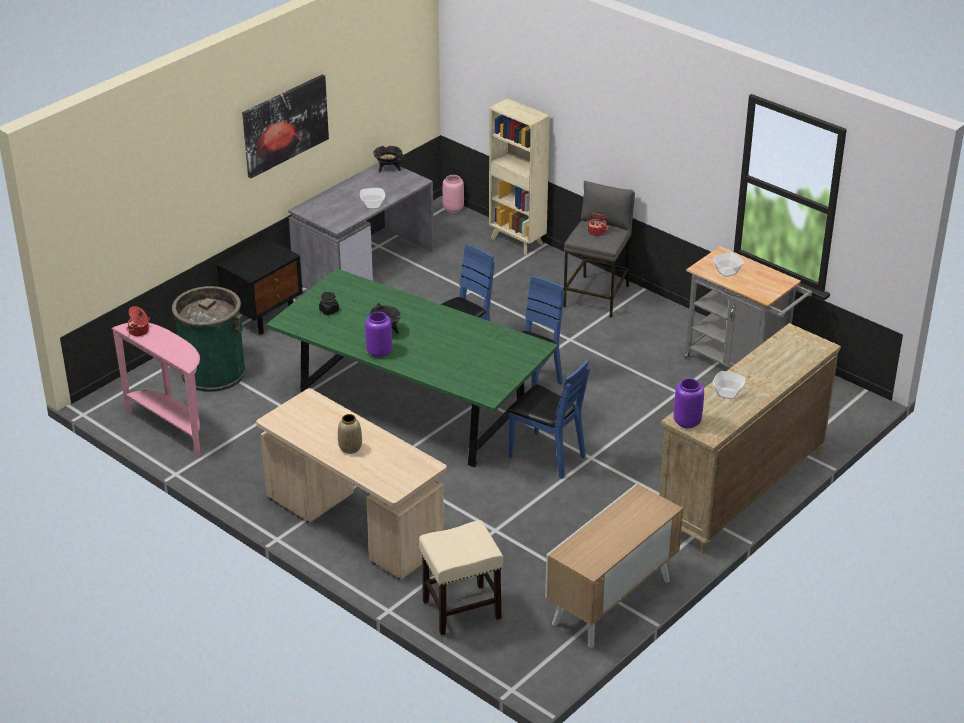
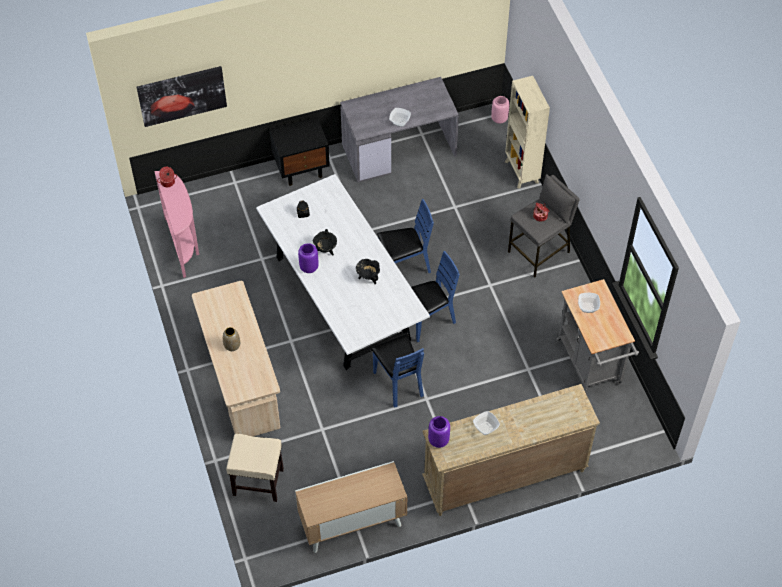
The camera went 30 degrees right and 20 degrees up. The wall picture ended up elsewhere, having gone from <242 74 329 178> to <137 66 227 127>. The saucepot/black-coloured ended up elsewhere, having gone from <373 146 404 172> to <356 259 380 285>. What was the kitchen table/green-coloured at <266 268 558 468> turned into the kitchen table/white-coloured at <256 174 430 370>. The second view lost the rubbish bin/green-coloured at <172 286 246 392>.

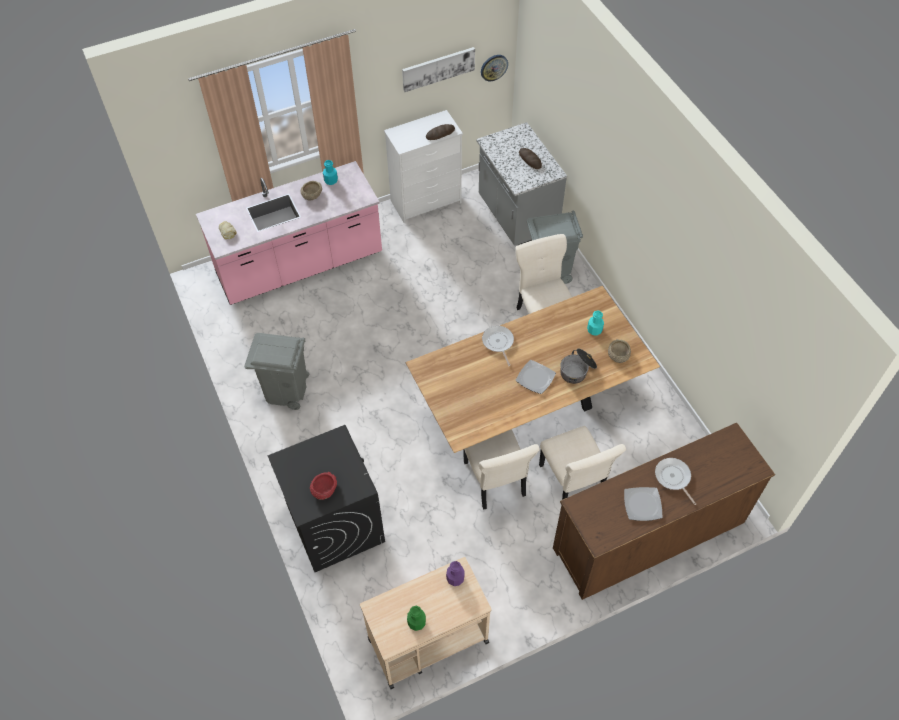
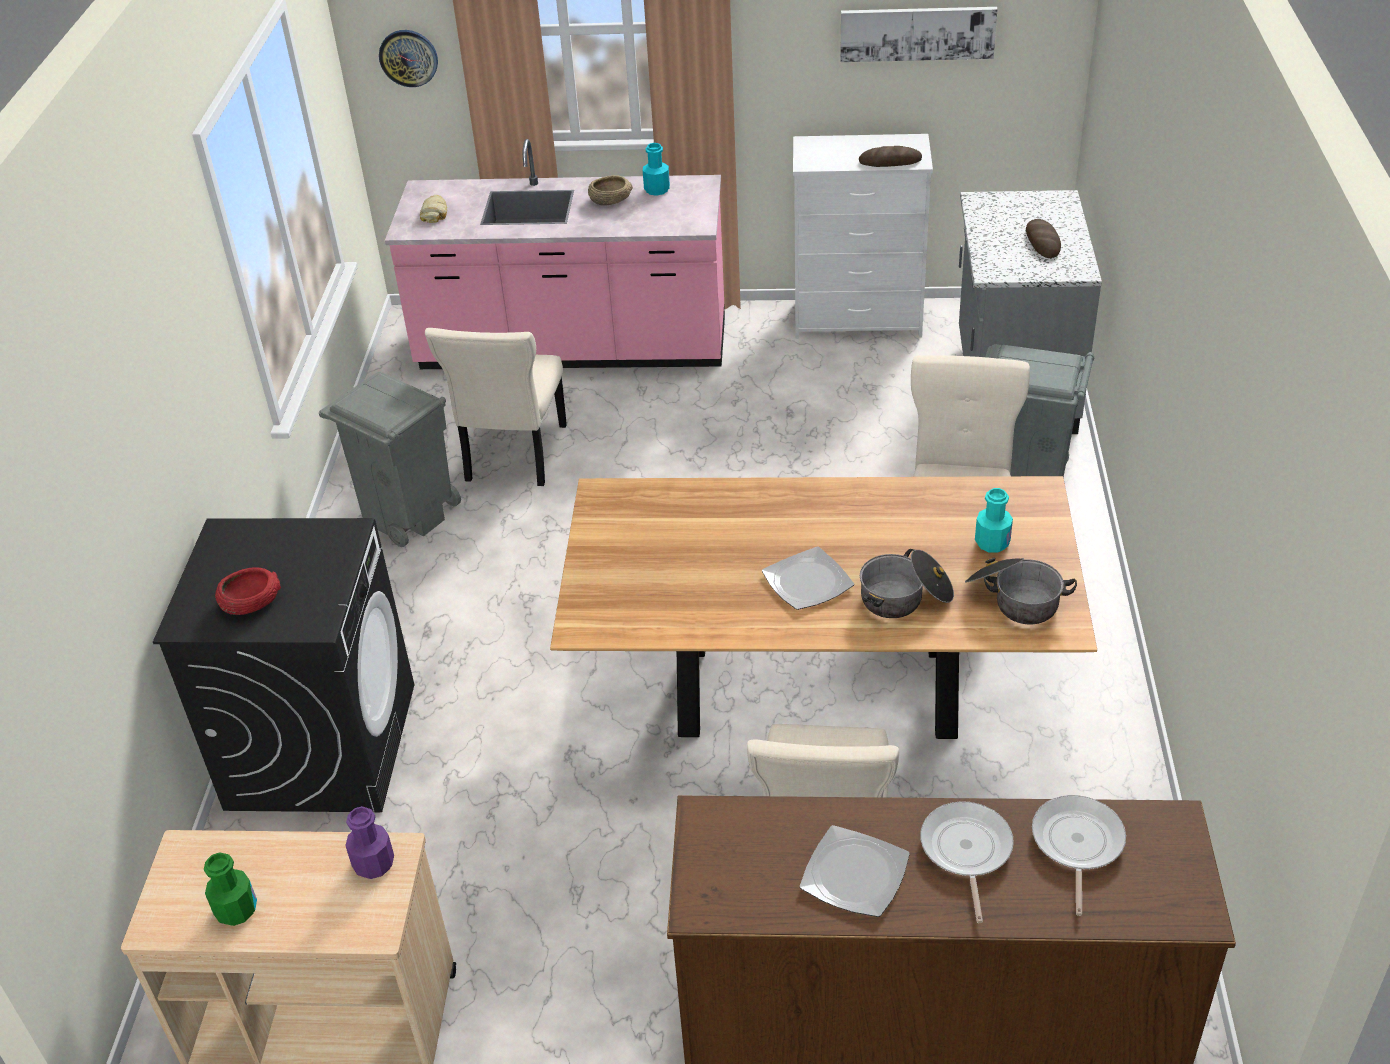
The camera went 30 degrees right and 15 degrees down. The clock on the wall ended up elsewhere, having gone from <481 55 508 82> to <379 30 438 87>. The frying pan ended up elsewhere, having gone from <482 326 514 366> to <1032 795 1126 916>. Where the deep dish/beige-coloured stood at <608 339 631 363>, the saucepot came to stand at <965 558 1077 624>. The plain chair/beige-coloured ended up elsewhere, having gone from <463 429 540 510> to <425 328 567 486>.

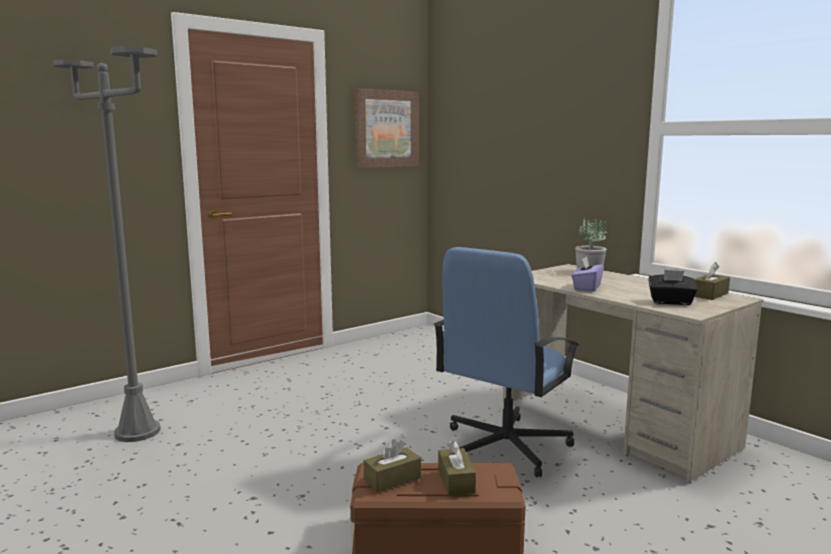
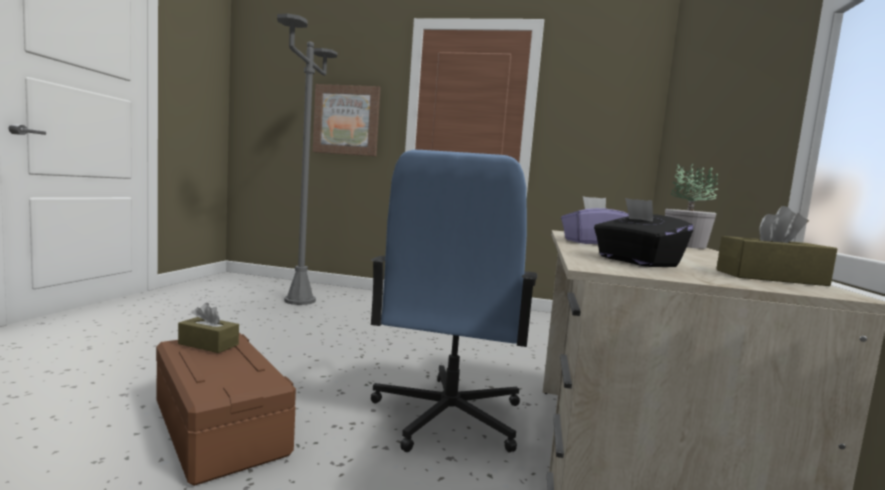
The camera went 50 degrees right and 5 degrees down. The wall picture ended up elsewhere, having gone from <354 88 419 168> to <313 84 381 156>. The office chair/blue-coloured at <433 247 579 477> ended up facing another way, 75 degrees counterclockwise from before. The second view lost the box of tissues/brown-coloured at <438 440 476 496>.

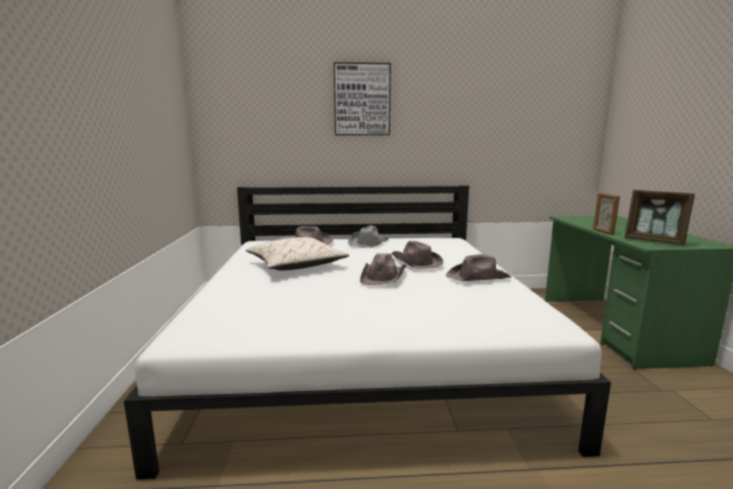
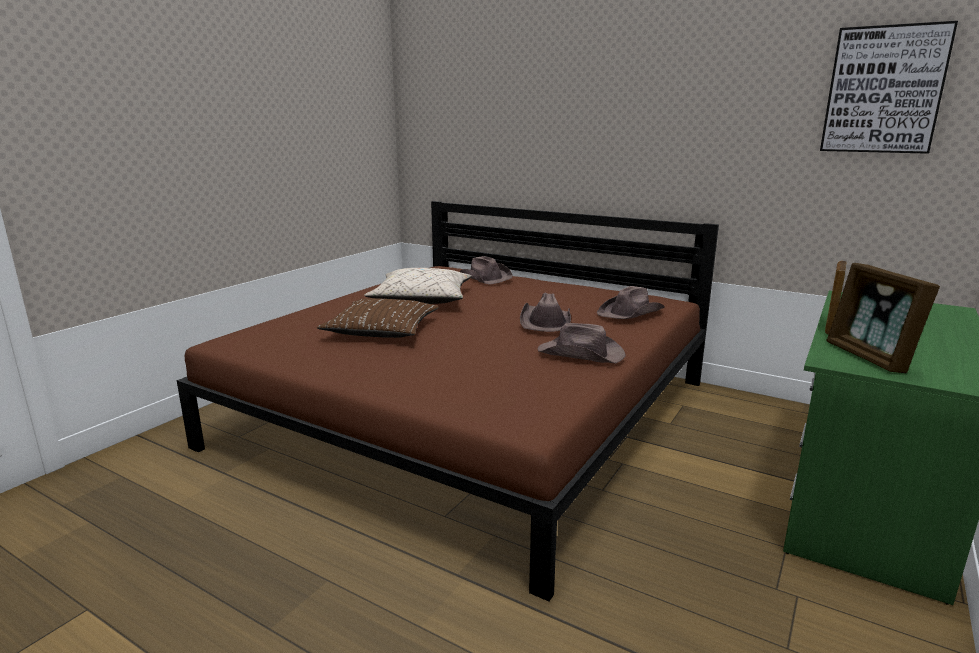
The camera went 35 degrees right and 5 degrees up. The wall picture ended up elsewhere, having gone from <334 62 391 135> to <820 21 958 154>. What was the bedroom bed/white-coloured at <124 186 611 480> turned into the bedroom bed/brown-coloured at <177 201 719 601>. The second view lost the hat/grey at <348 225 389 248>. The hat/brown-coloured ended up elsewhere, having gone from <360 253 406 285> to <597 286 665 319>. The second view gained the throw pillow/brown-coloured at <317 298 439 338>.

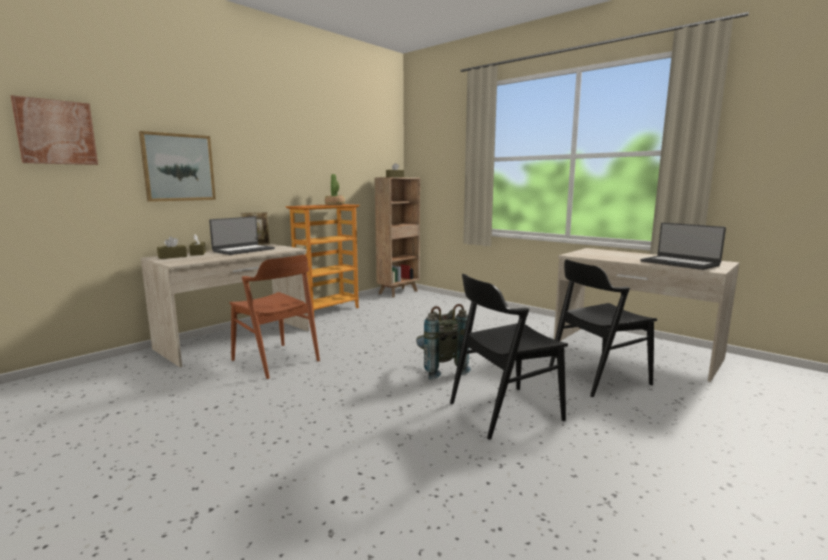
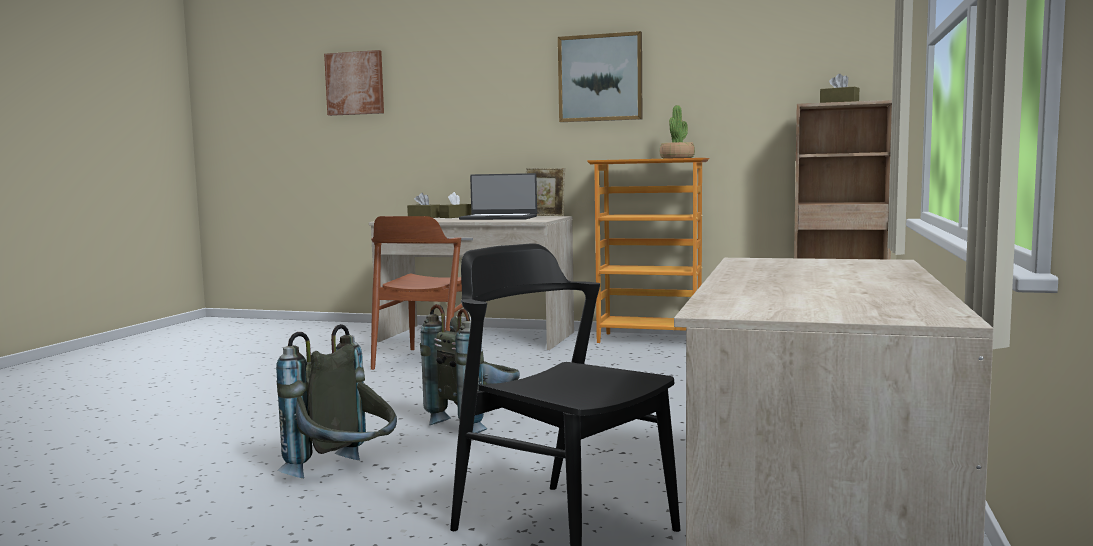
The camera went 65 degrees right and 5 degrees down. The wall picture ended up elsewhere, having gone from <139 131 216 202> to <558 31 642 122>. The second view lost the portable computer at <640 223 726 270>. Where the plain chair/black-coloured stood at <450 274 568 440>, the backpack/grey came to stand at <276 324 397 478>.

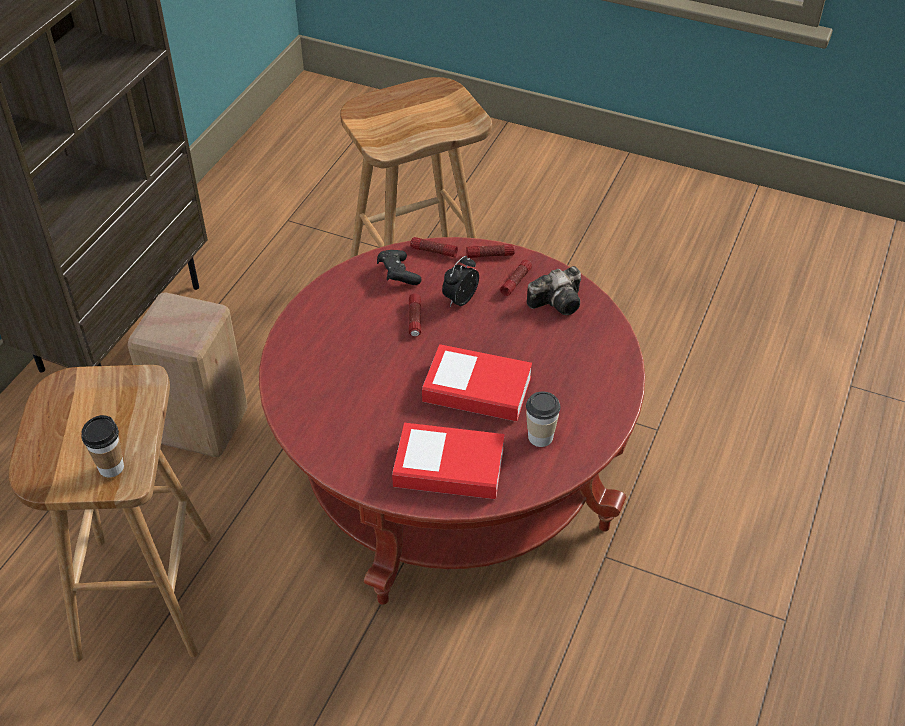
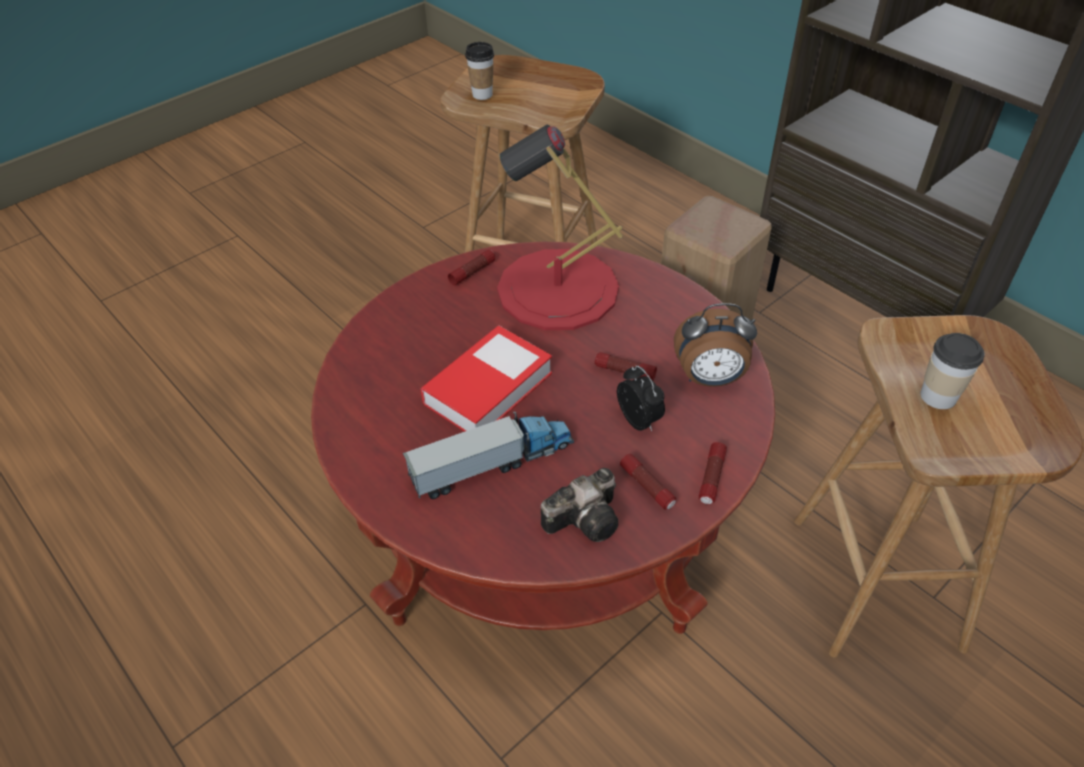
The camera went 115 degrees right and 0 degrees up. The torch ended up elsewhere, having gone from <410 237 458 258> to <448 250 495 285>. Where the game controller/black-coloured stood at <377 250 422 285>, the table clock came to stand at <674 303 757 387>. The photo camera at <527 266 581 315> ended up facing another way, 120 degrees counterclockwise from before. The small cup ended up elsewhere, having gone from <526 391 561 447> to <920 333 985 409>. The second view lost the book at <392 423 505 499>. The second view gained the table lamp/red at <497 124 623 330>. The second view gained the toy truck at <403 412 574 499>.

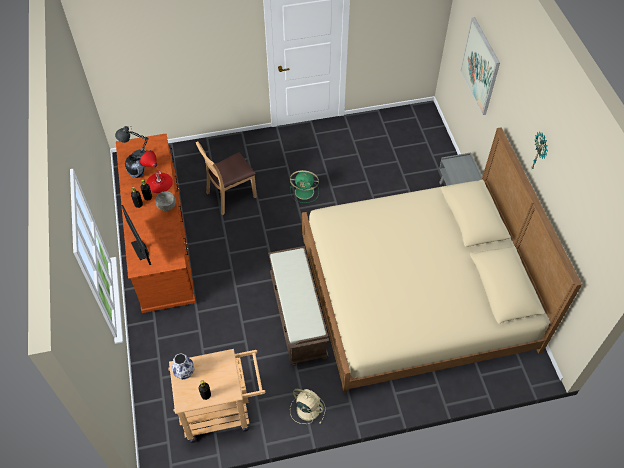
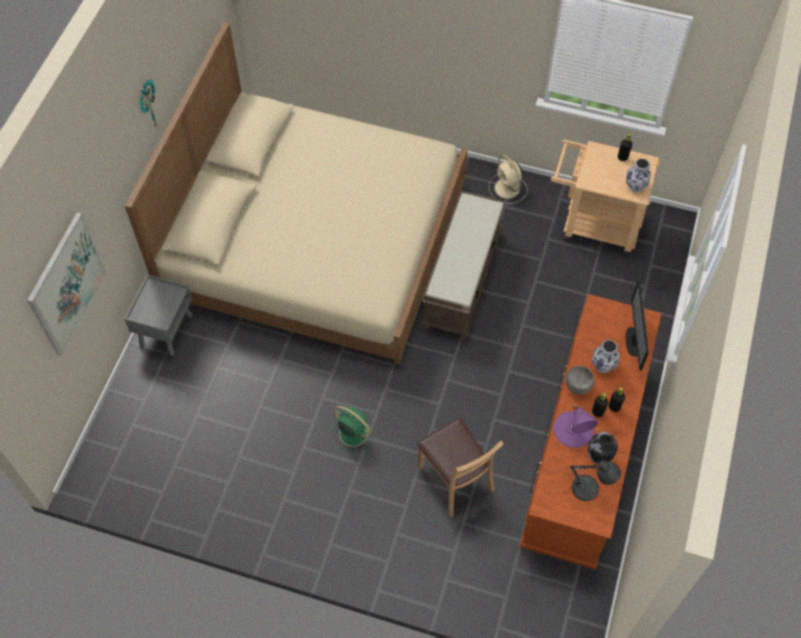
The camera went 150 degrees left and 5 degrees up. The plain chair/brown-coloured at <196 142 257 215> ended up facing another way, 60 degrees clockwise from before. What was the table lamp/red at <140 151 173 193> turned into the table lamp/purple at <553 404 598 448>. The second view gained the flower vase at <592 340 620 373>.

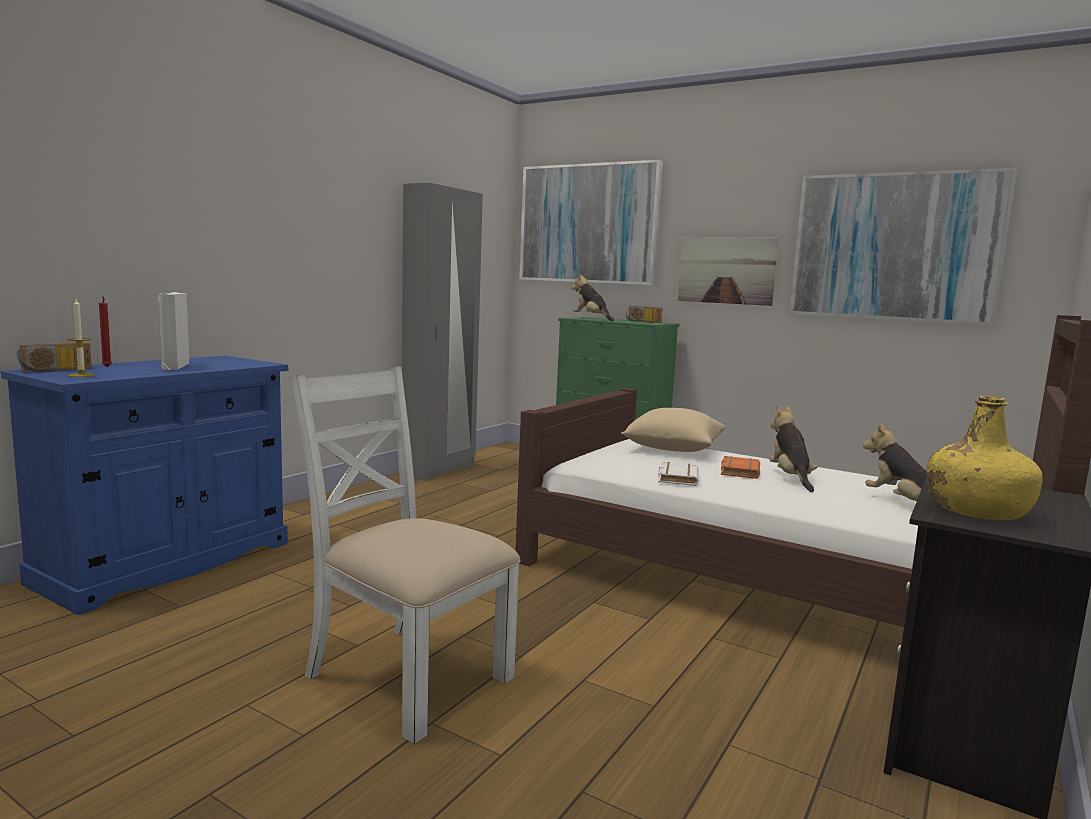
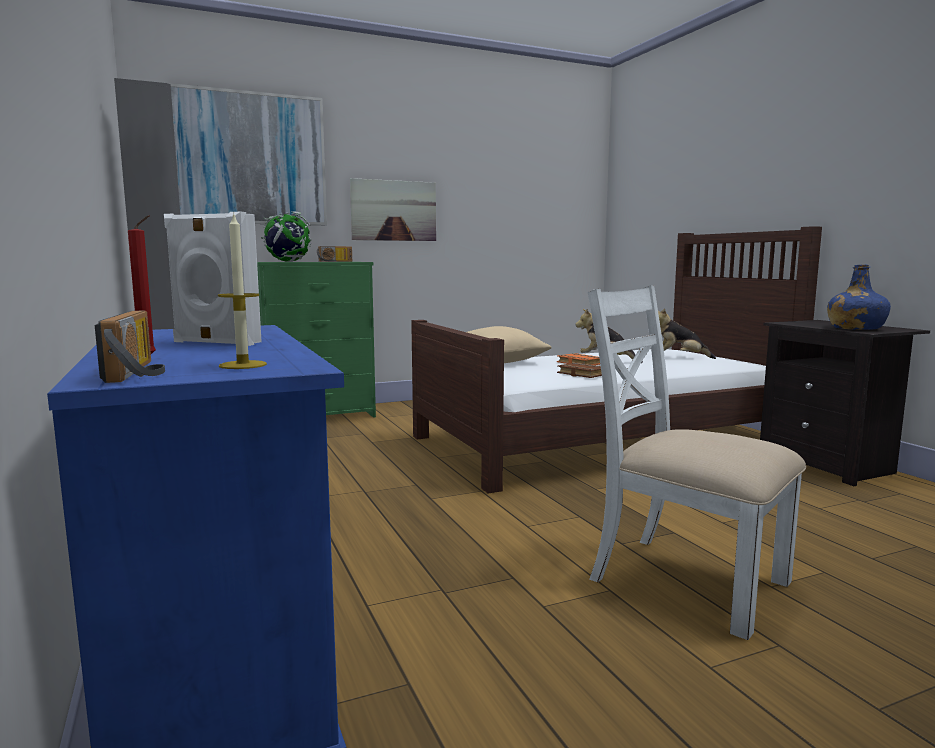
The camera went 55 degrees left and 0 degrees up. The second view lost the wall picture at <789 168 1017 326>. Where the cuddly toy stood at <571 273 614 321>, the world globe came to stand at <261 211 311 262>. The plain chair/white-coloured at <291 367 521 744> ended up facing another way, 60 degrees clockwise from before. What was the drink bottle/yellow-coloured at <926 396 1043 520> turned into the drink bottle/blue-coloured at <827 264 891 330>. What was the book/white-coloured at <658 462 699 486> turned into the book/brown-coloured at <557 362 602 378>.

